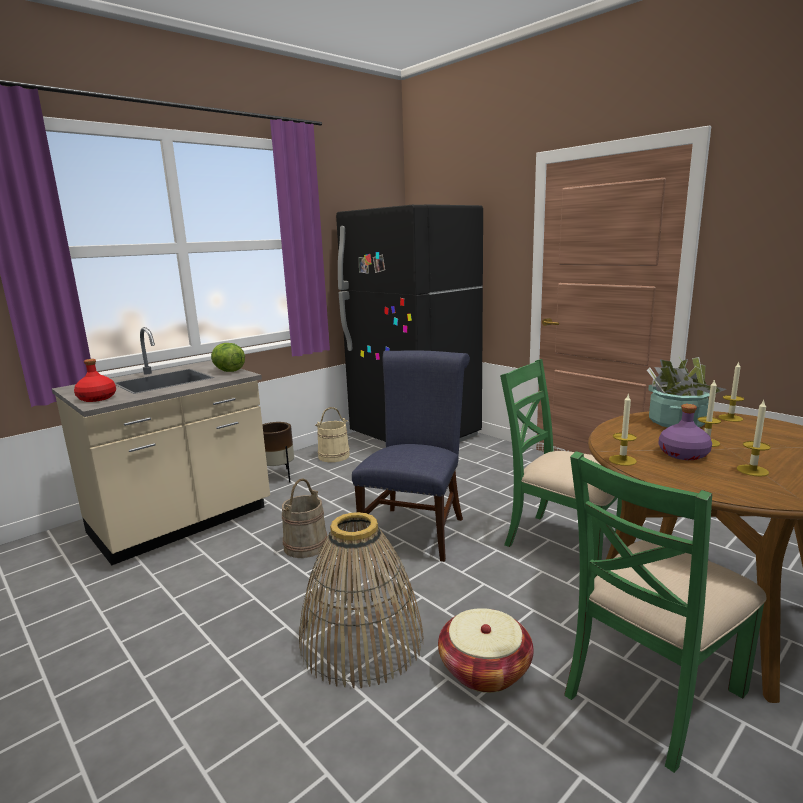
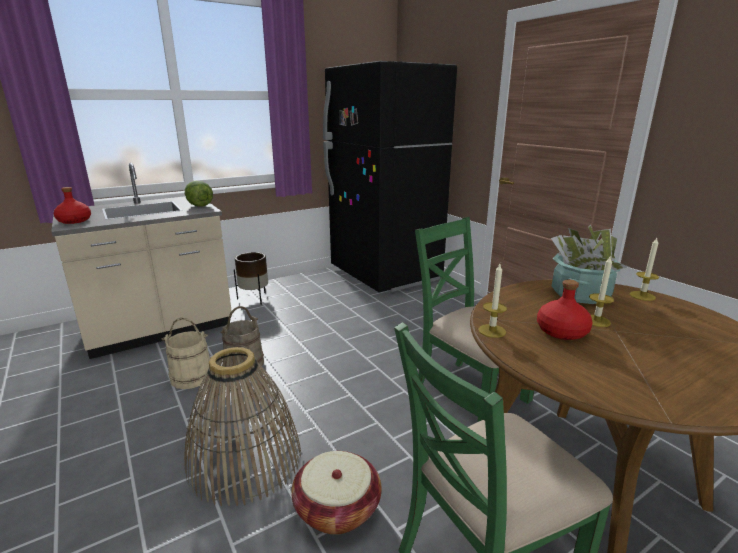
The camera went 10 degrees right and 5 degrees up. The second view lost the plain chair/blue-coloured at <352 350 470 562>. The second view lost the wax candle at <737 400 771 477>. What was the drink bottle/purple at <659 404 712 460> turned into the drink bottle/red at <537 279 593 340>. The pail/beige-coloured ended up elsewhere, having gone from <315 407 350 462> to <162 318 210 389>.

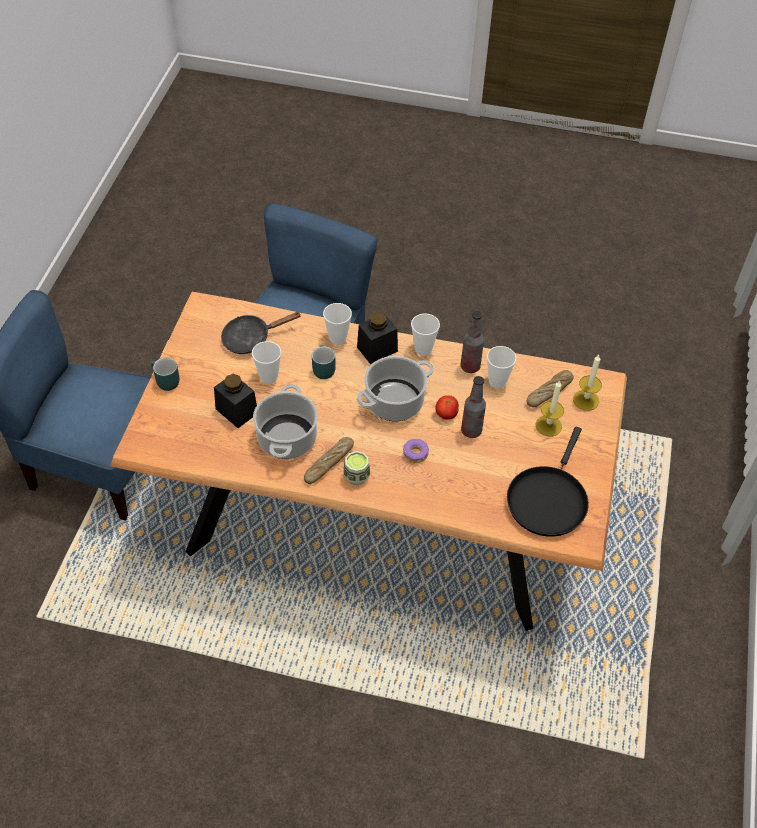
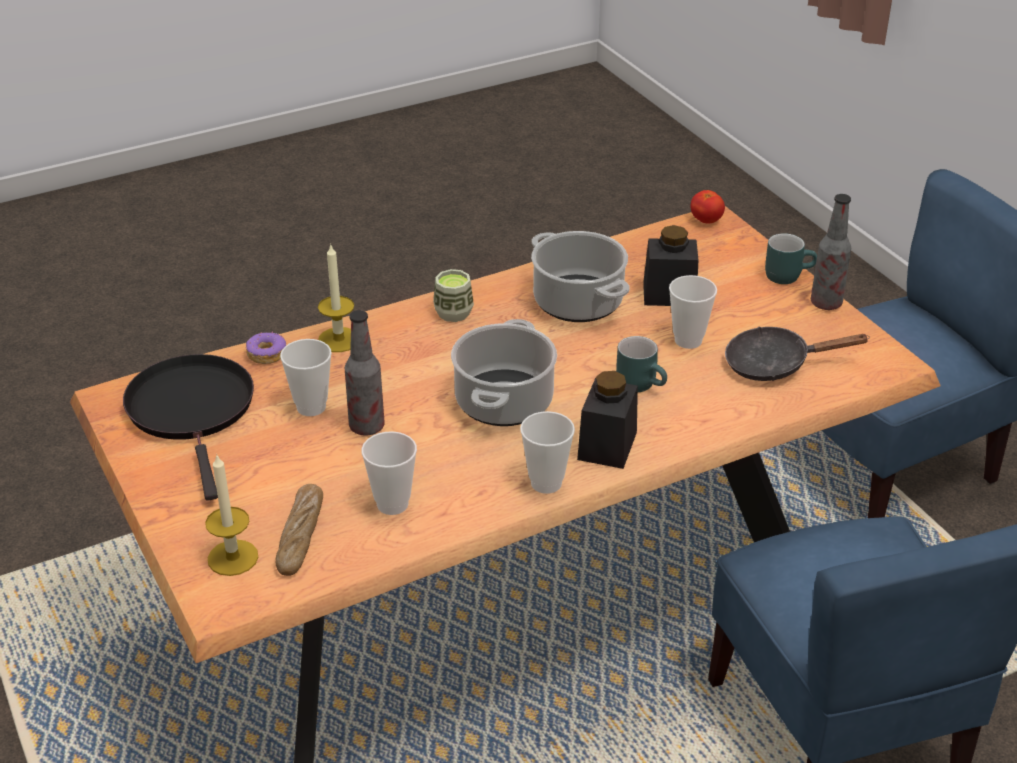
The camera went 140 degrees right and 15 degrees down. The small cup ended up elsewhere, having gone from <323 303 352 345> to <280 339 332 416>. The drink bottle ended up elsewhere, having gone from <461 311 484 373> to <811 194 851 310>. The frying pan/black-coloured at <221 312 301 354> ended up facing another way, 120 degrees counterclockwise from before. The wax candle ended up elsewhere, having gone from <535 380 564 437> to <318 245 354 352>. The fresh tomato ended up elsewhere, having gone from <435 395 459 420> to <691 190 725 224>. The second view lost the bread at <304 437 354 484>. The ring doughnut ended up elsewhere, having gone from <403 439 429 463> to <245 332 286 364>.

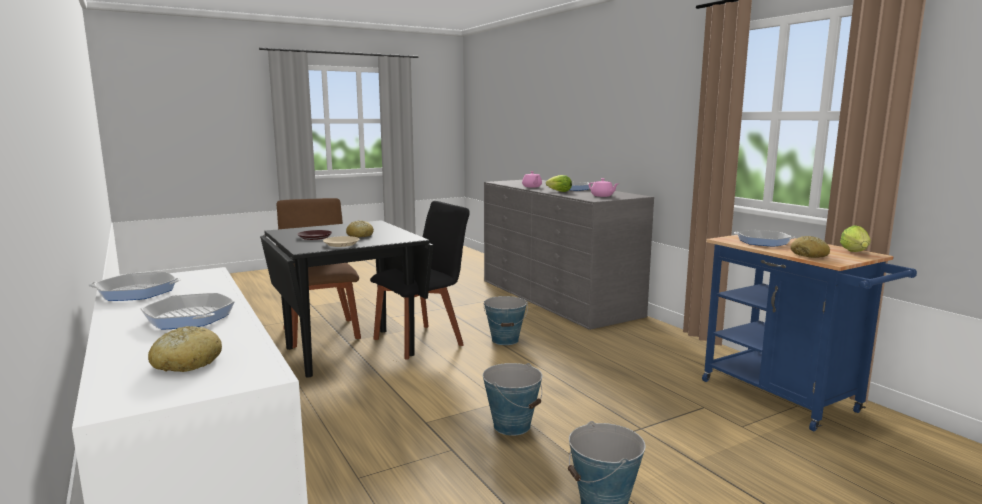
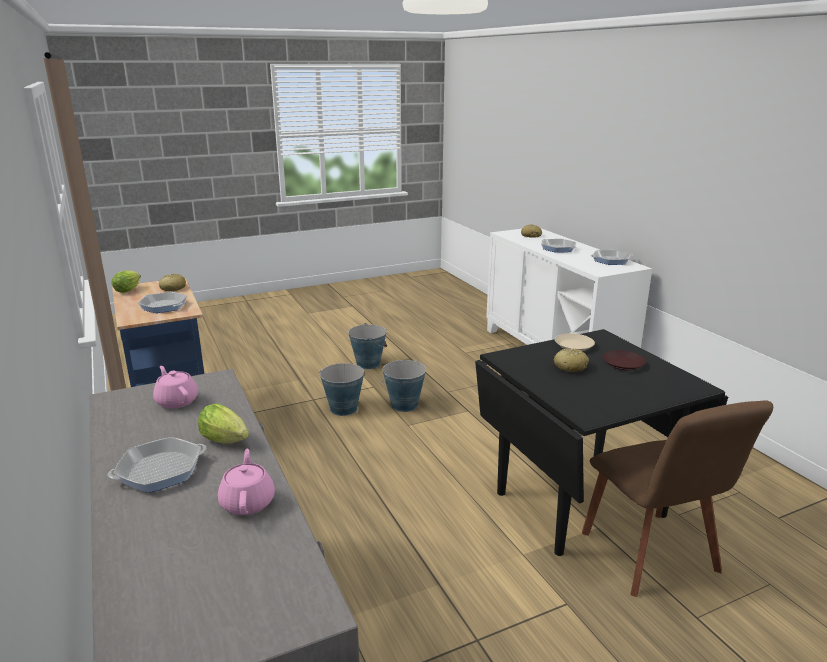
The camera went 175 degrees left and 10 degrees up. The second view lost the plain chair/black-coloured at <370 201 470 360>. The pail ended up elsewhere, having gone from <484 296 528 345> to <319 363 365 416>.

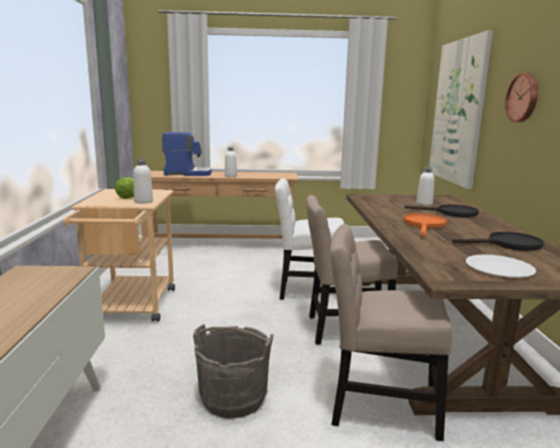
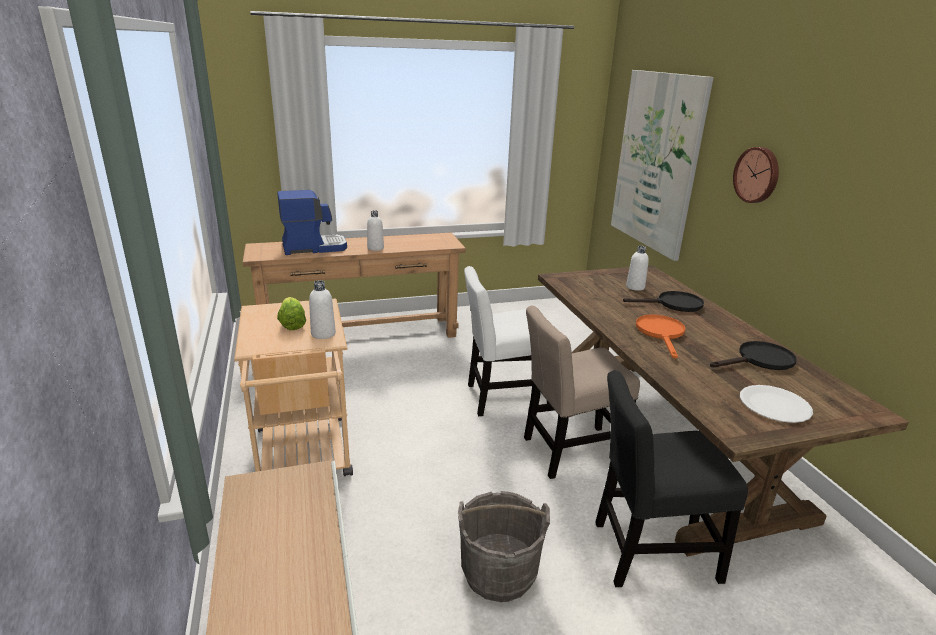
The camera went 15 degrees left and 10 degrees up. What was the plain chair/beige-coloured at <330 224 452 441> turned into the plain chair/black-coloured at <595 370 748 587>.

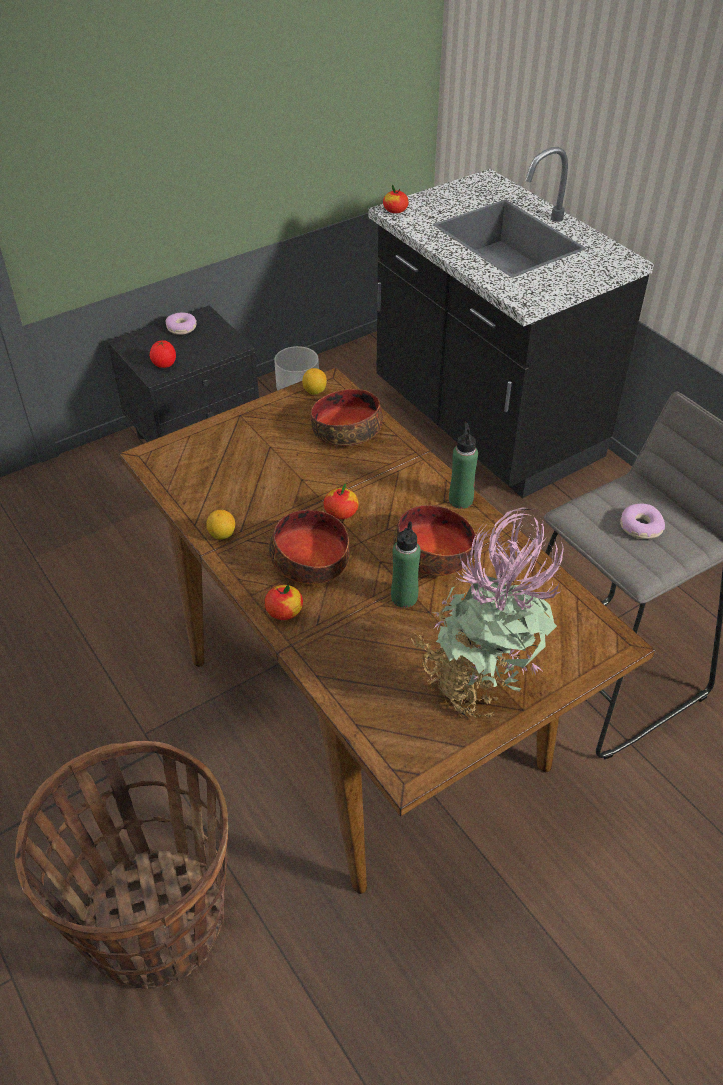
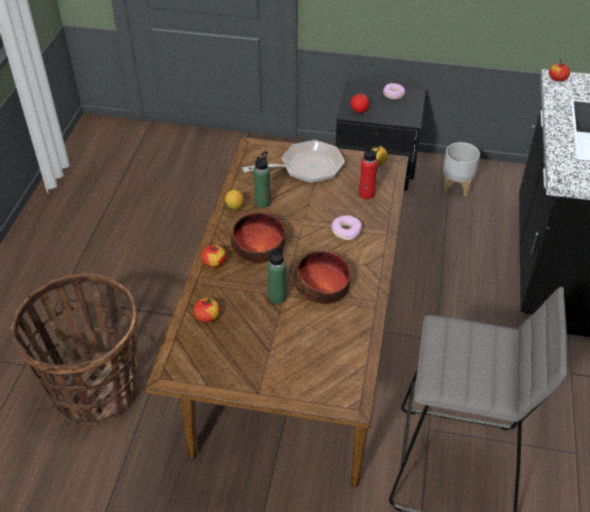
The camera went 45 degrees right and 0 degrees up. Where the deep dish stood at <311 389 383 446>, the drink bottle/red came to stand at <359 146 380 199>. The drink bottle/green-coloured ended up elsewhere, having gone from <449 423 478 509> to <253 151 271 208>. The apple fruit ended up elsewhere, having gone from <324 484 359 519> to <193 298 220 322>. The ring doughnut ended up elsewhere, having gone from <620 504 665 539> to <331 215 362 240>. The second view lost the potted plant at <411 508 564 719>. The second view gained the frying pan at <243 140 345 183>.

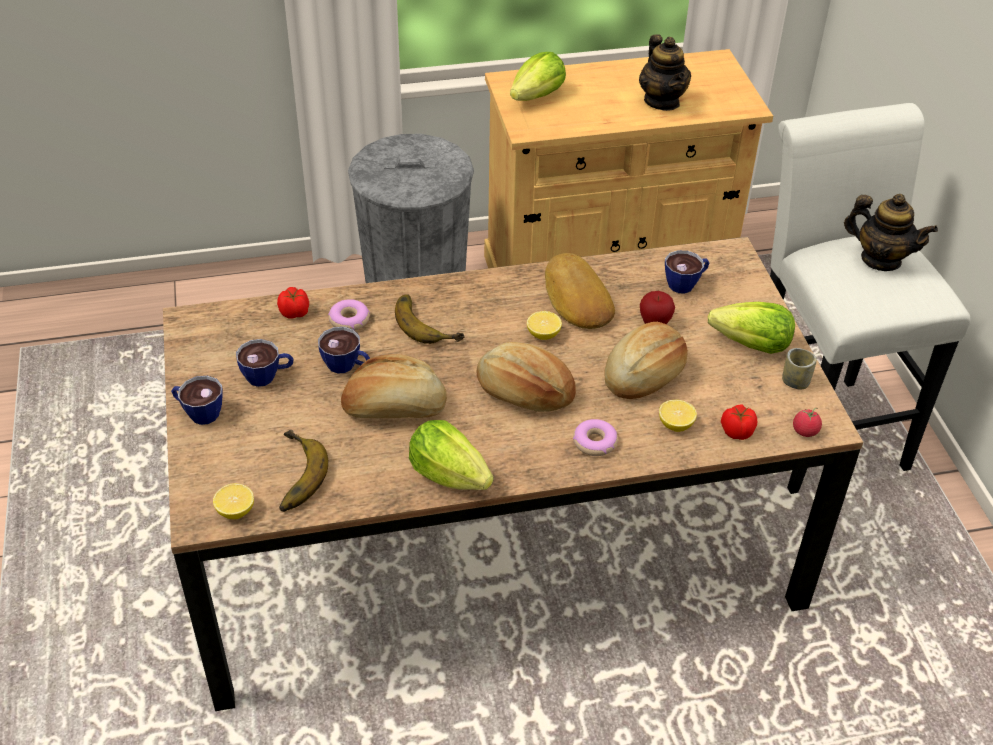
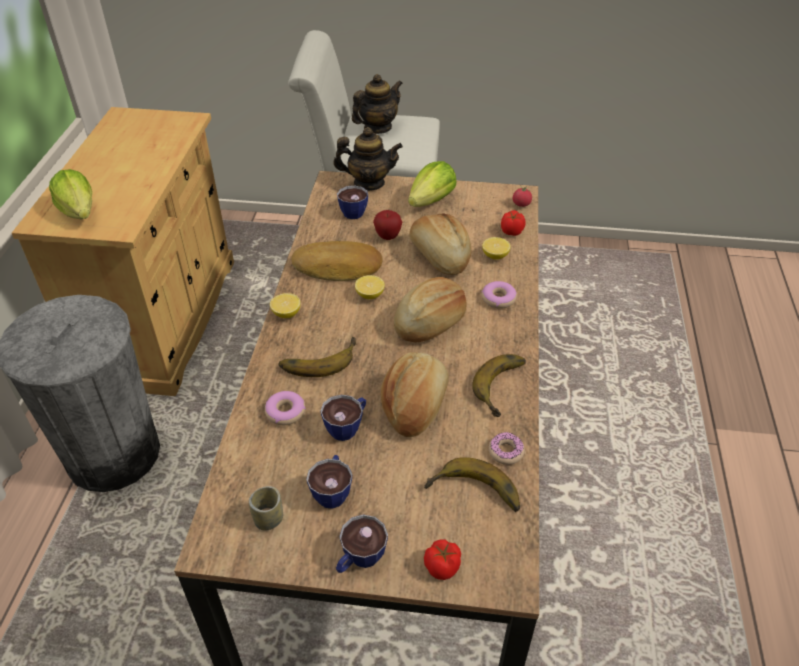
The camera went 70 degrees left and 0 degrees up. The tea pot ended up elsewhere, having gone from <639 34 691 111> to <333 127 403 191>. The fresh tomato ended up elsewhere, having gone from <277 287 309 319> to <424 540 461 580>. The small cup ended up elsewhere, having gone from <782 348 817 390> to <249 486 283 530>. Where the lettuce stood at <409 420 493 490>, the banana fruit came to stand at <472 354 526 417>. The whole lemon ended up elsewhere, having gone from <213 483 254 519> to <270 293 301 318>. The second view gained the ring doughnut at <489 432 525 465>.

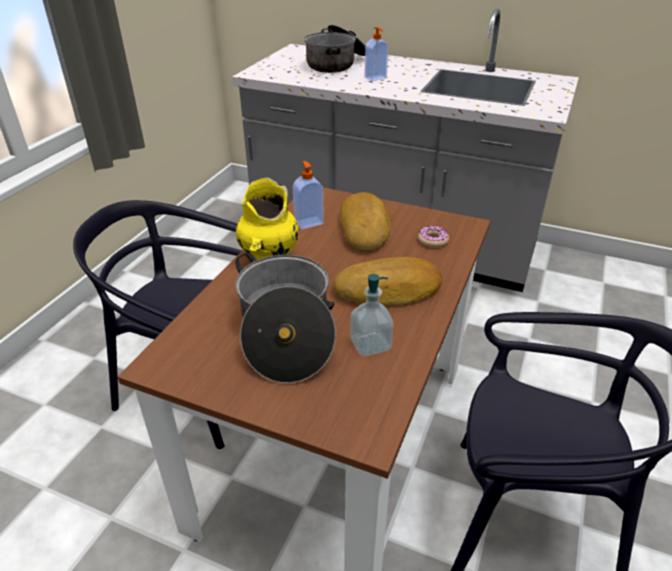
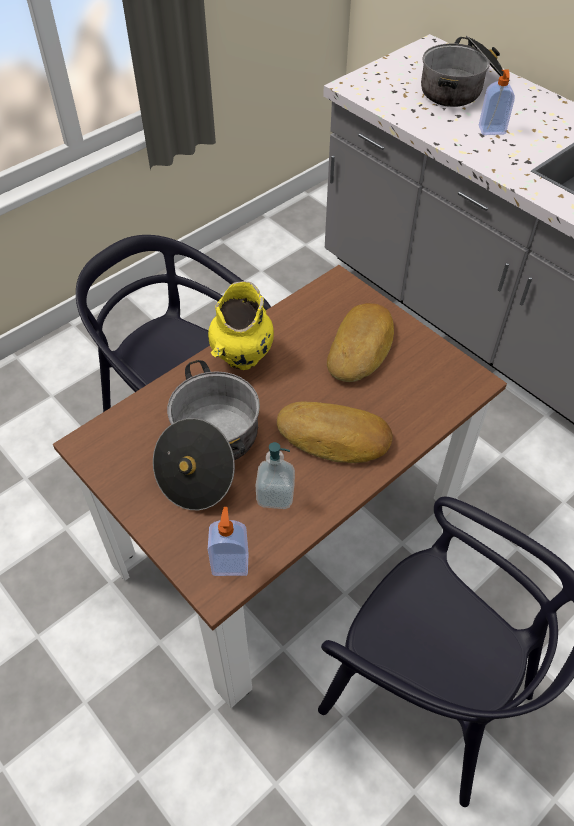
The camera went 25 degrees right and 15 degrees up. The soap dispenser ended up elsewhere, having gone from <293 161 324 230> to <208 507 249 576>. The second view lost the ring doughnut at <418 226 449 248>.

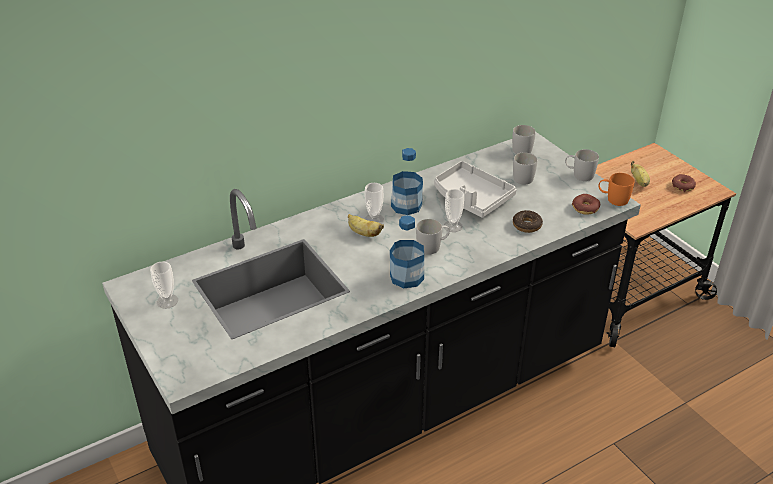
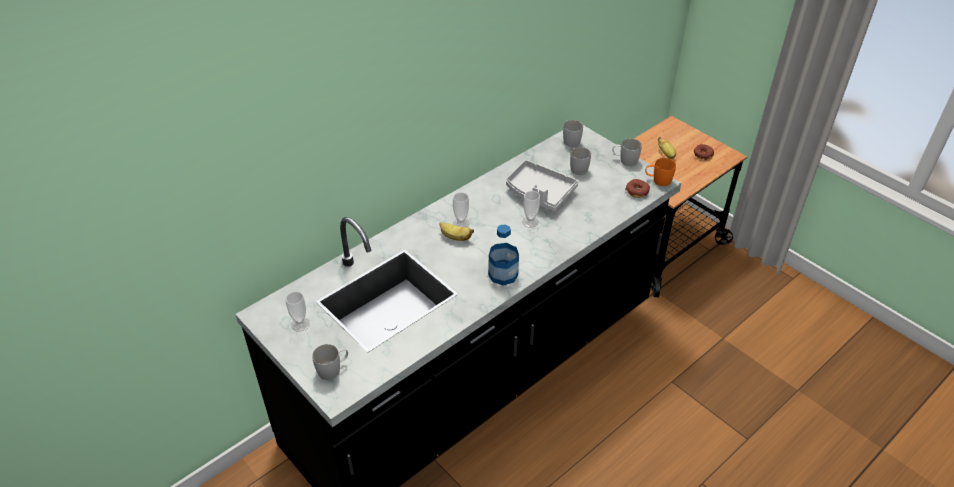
The camera went 10 degrees left and 5 degrees up. The second view lost the drink bottle at <391 148 423 215>. The second view lost the ring doughnut at <513 210 543 233>. The coffee mug/white-coloured ended up elsewhere, having gone from <416 219 450 255> to <312 344 348 380>.

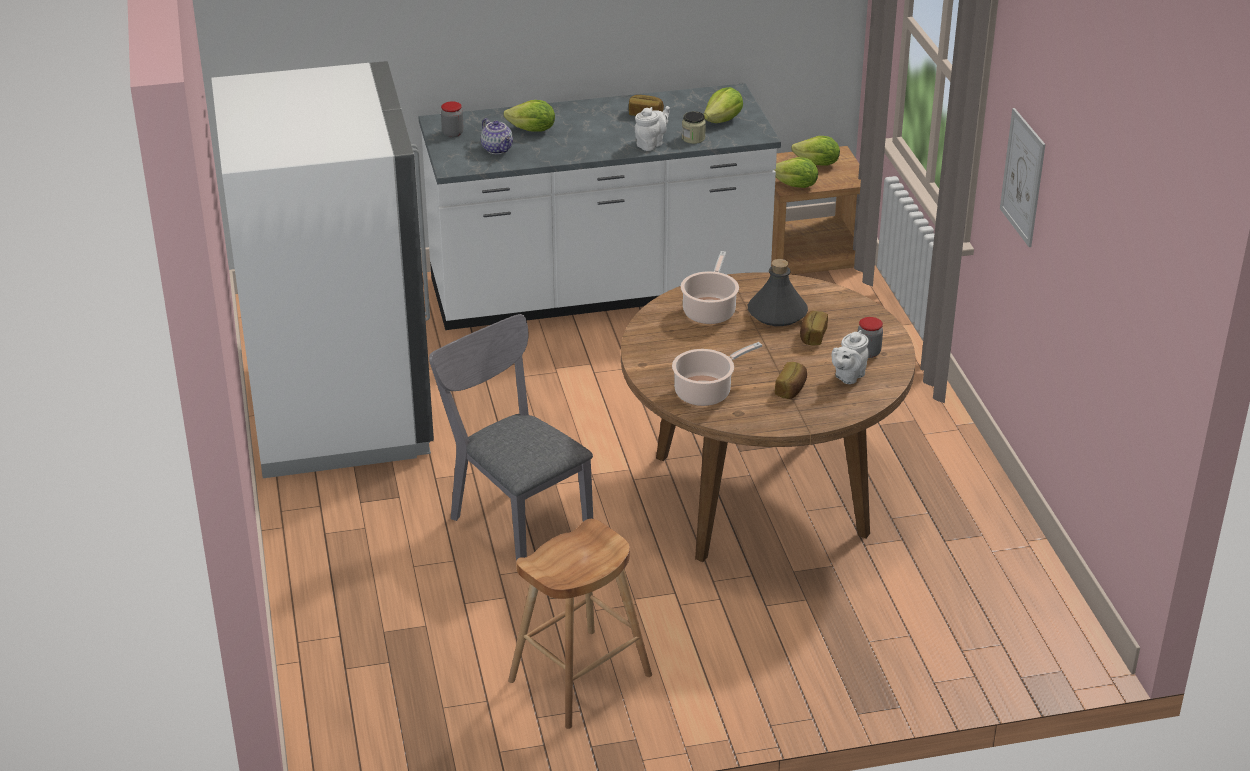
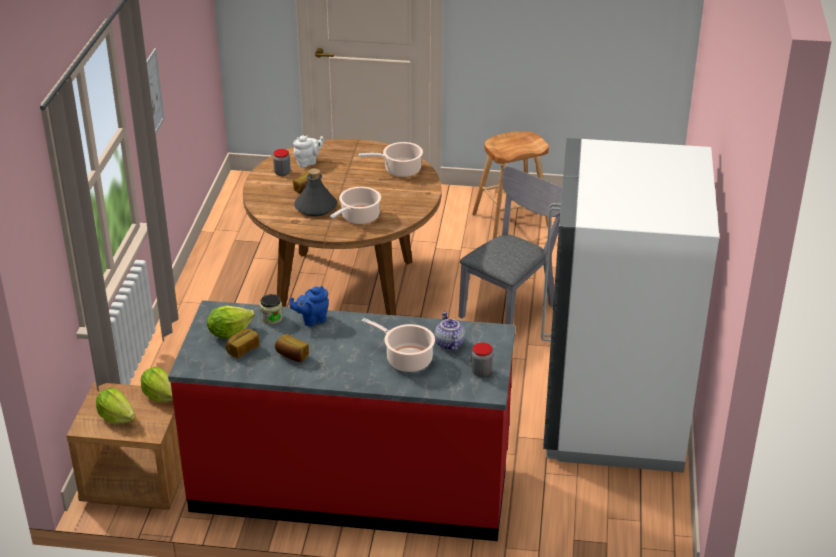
The camera went 160 degrees left and 0 degrees up. What was the kitchen base unit/white-coloured at <419 83 781 330> turned into the kitchen base unit/red at <168 300 516 541>. Where the lettuce stood at <503 100 555 131>, the saucepot came to stand at <361 318 435 372>. What was the tea pot/white-coloured at <634 106 670 151> turned into the tea pot/blue-coloured at <289 286 329 326>. The plain chair/grey at <429 314 593 561> ended up facing another way, 120 degrees counterclockwise from before. The bread ended up elsewhere, having gone from <775 362 807 399> to <226 329 259 358>.

